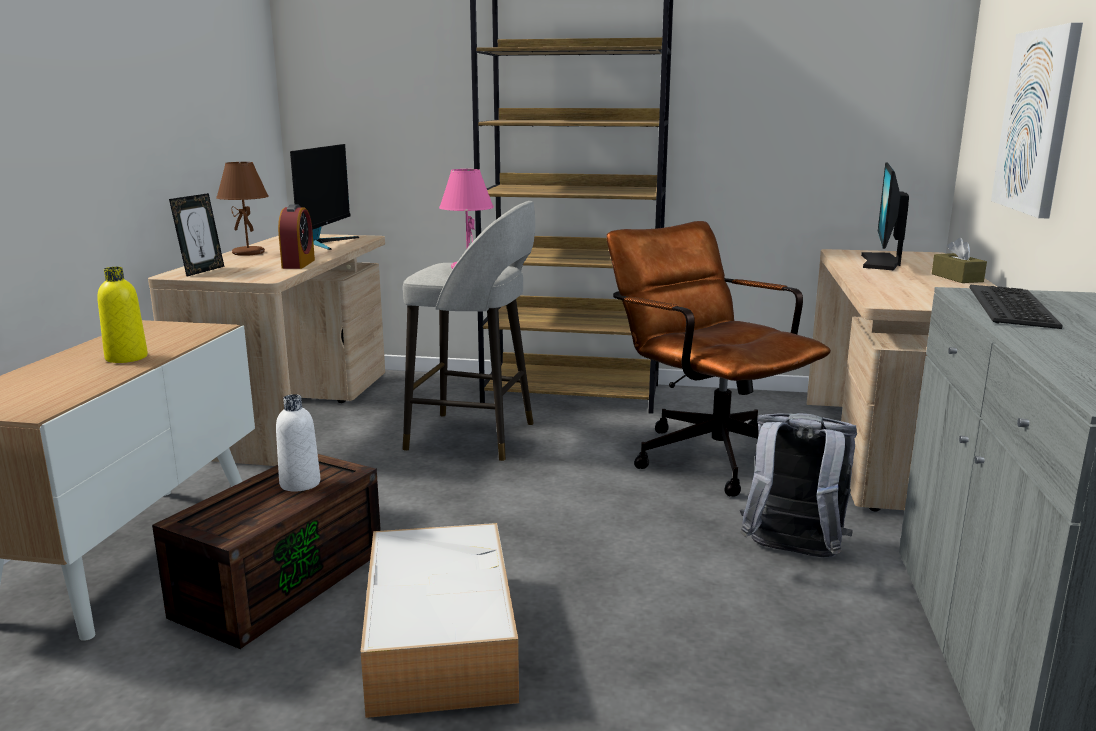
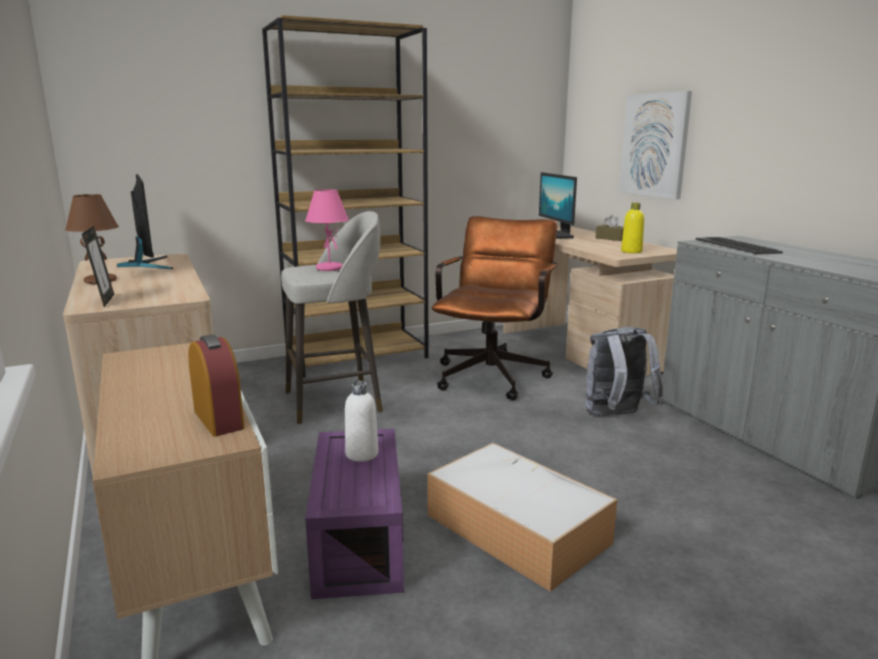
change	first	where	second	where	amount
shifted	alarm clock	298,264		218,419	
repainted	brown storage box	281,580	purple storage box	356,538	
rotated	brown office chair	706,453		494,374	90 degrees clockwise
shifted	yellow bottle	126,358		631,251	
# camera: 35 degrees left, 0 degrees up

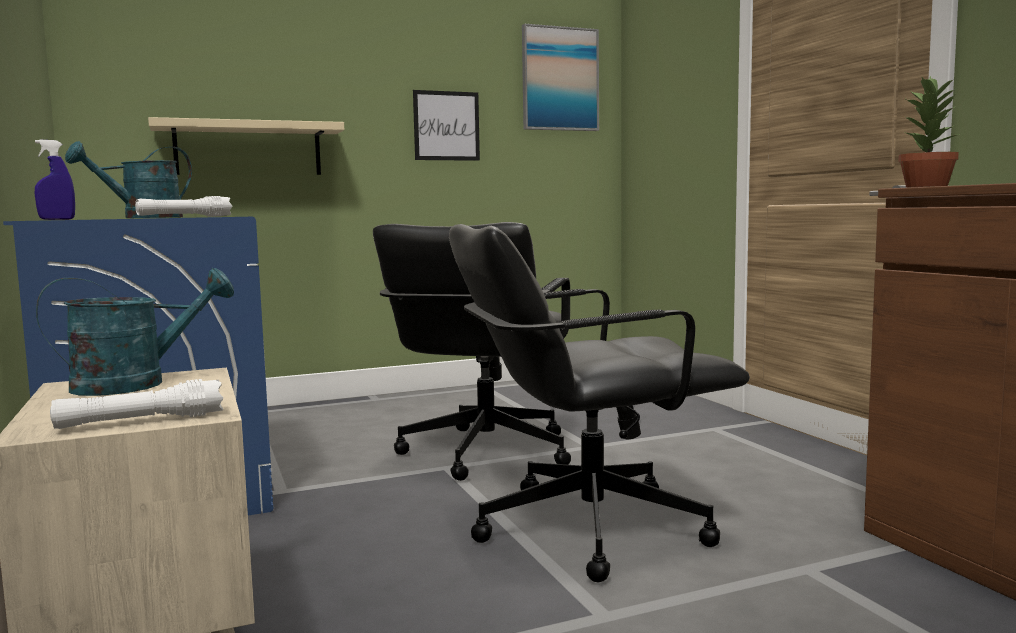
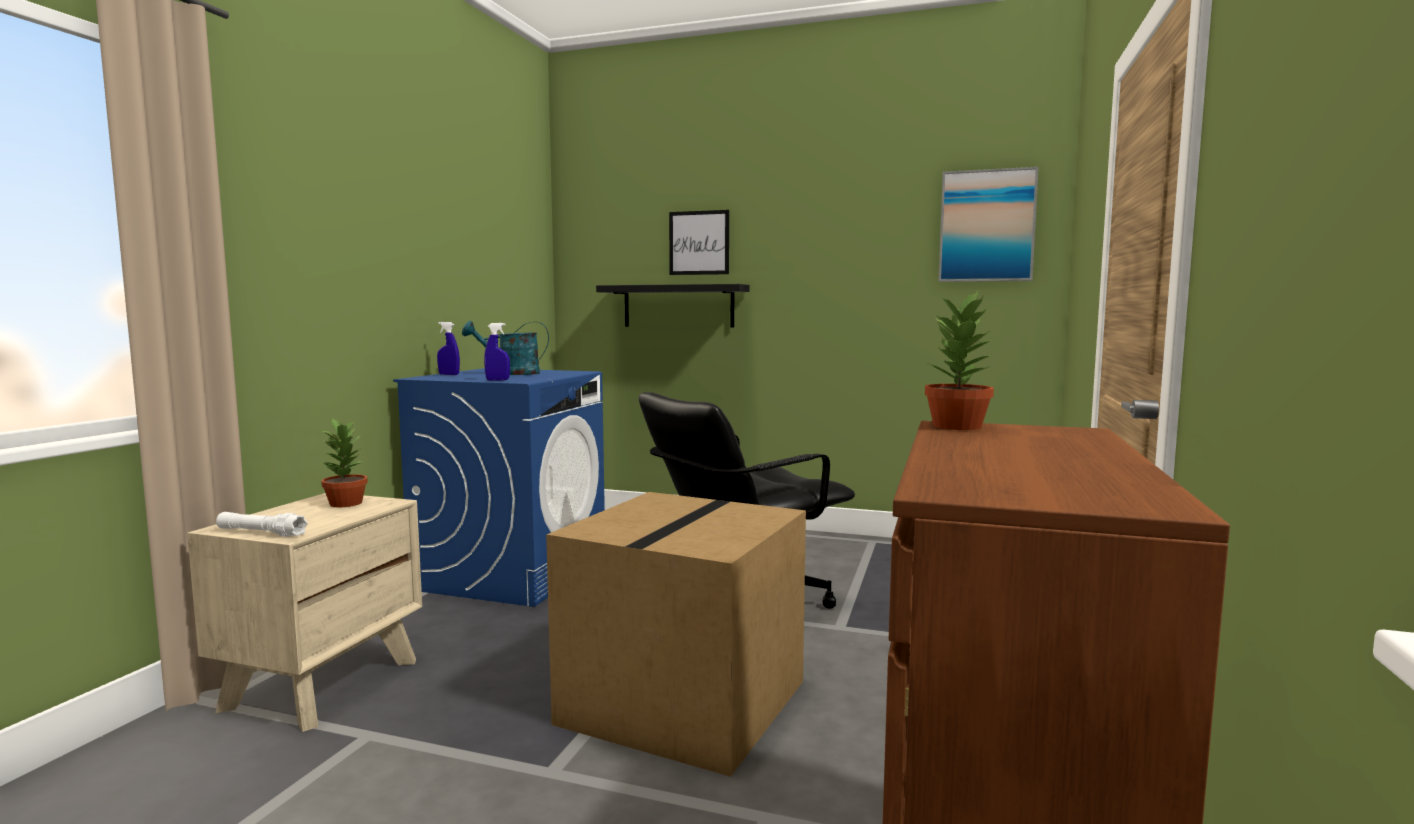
change	first	where	second	where	amount
swapped	turquoise watering can	136,383	potted plant	346,503	
swapped	white flashlight	185,217	blue spray bottle	497,380	
swapped	black office chair	588,528	cardboard box	682,700	
repainted	beige shelf	248,149	black shelf	678,306	
shifted	picture	446,126		699,243	
# camera: 40 degrees right, 0 degrees up

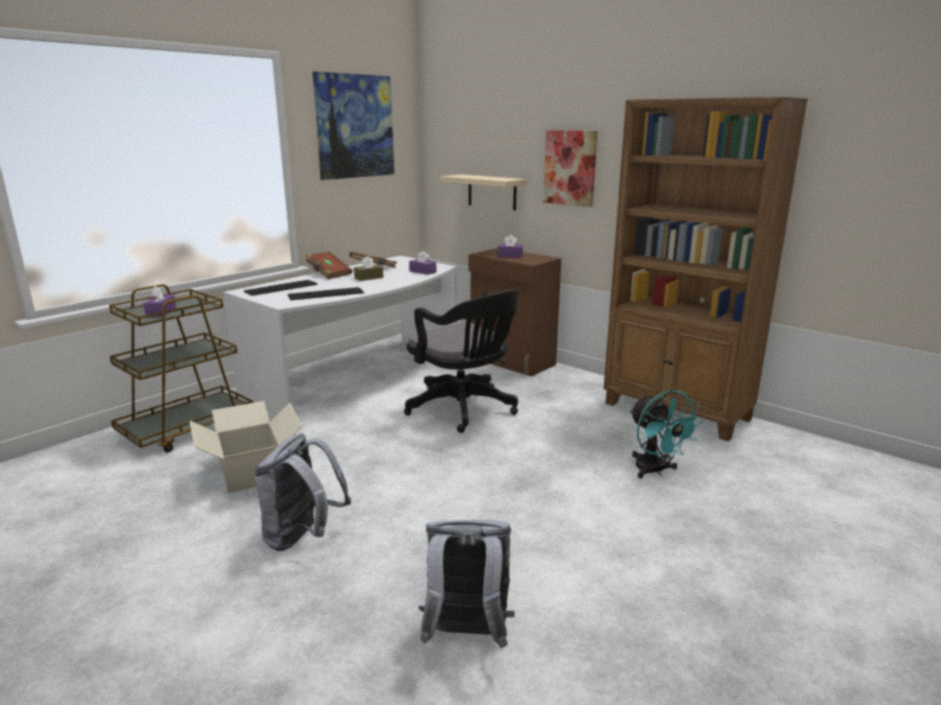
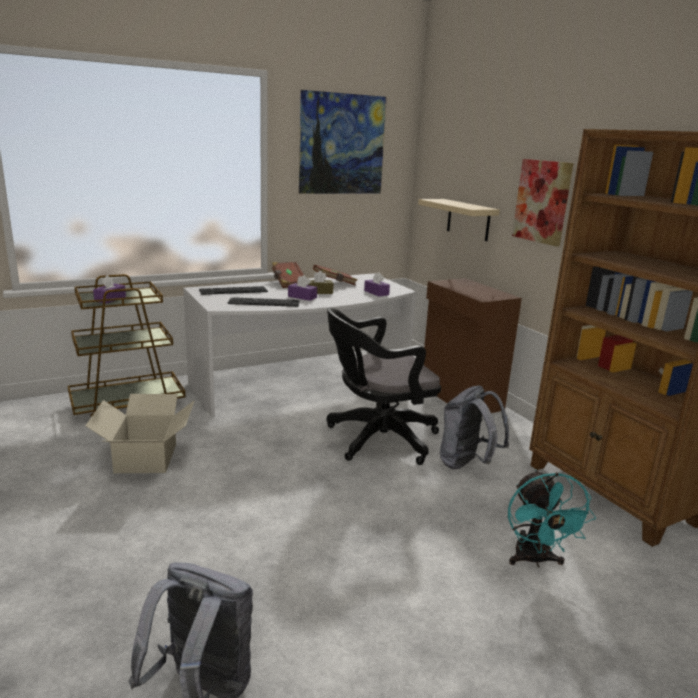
change	first	where	second	where	amount
shifted	purple tissue box	510,256		302,297	
rotated	black office chair	465,409		376,439	90 degrees clockwise
shifted	grey backpack	302,537		467,464	
# camera: 20 degrees right, 0 degrees up

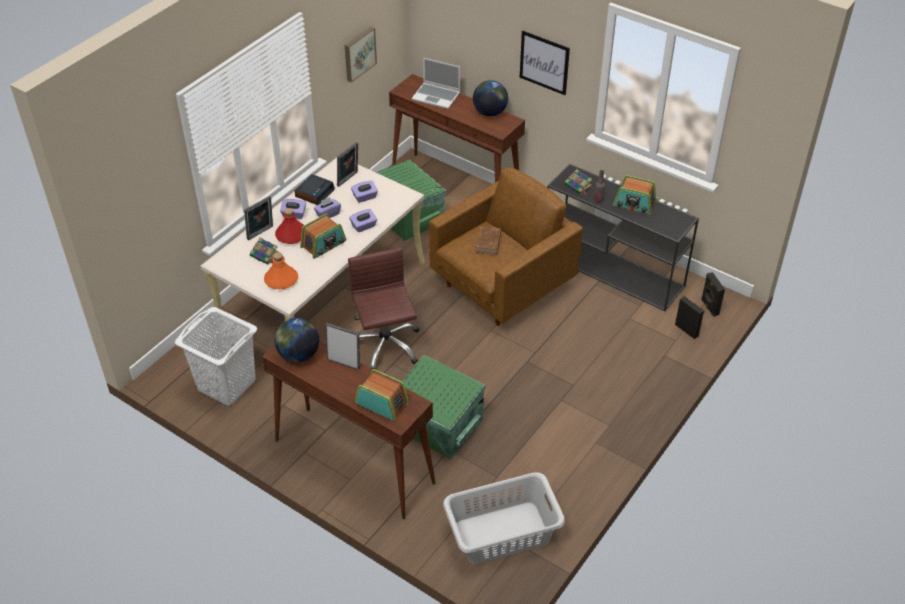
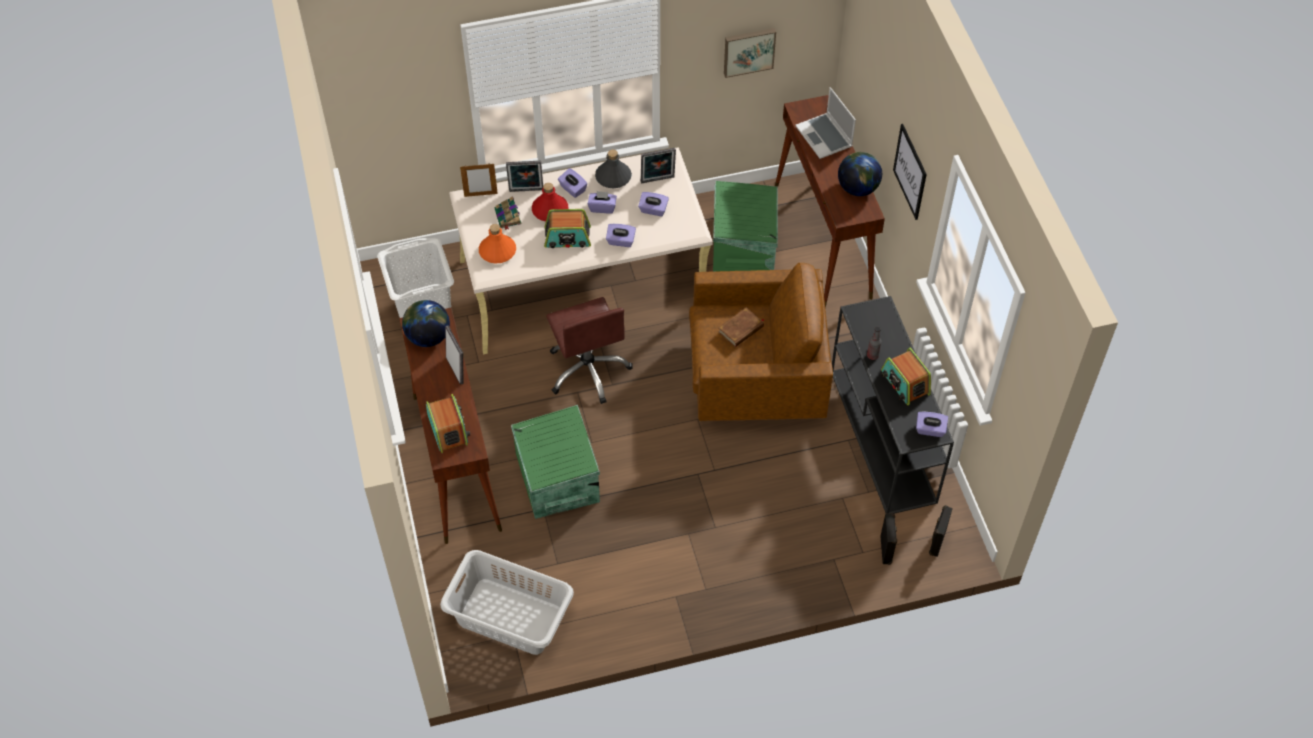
change	first	where	second	where	amount
new			picture frame	481,195	
rotated	brown office chair	385,346		588,370	135 degrees clockwise
swapped	alarm clock	314,193	grey bottle	613,177	
new			purple tissue box	930,430	
gone	book	579,186			
# camera: 40 degrees right, 10 degrees up

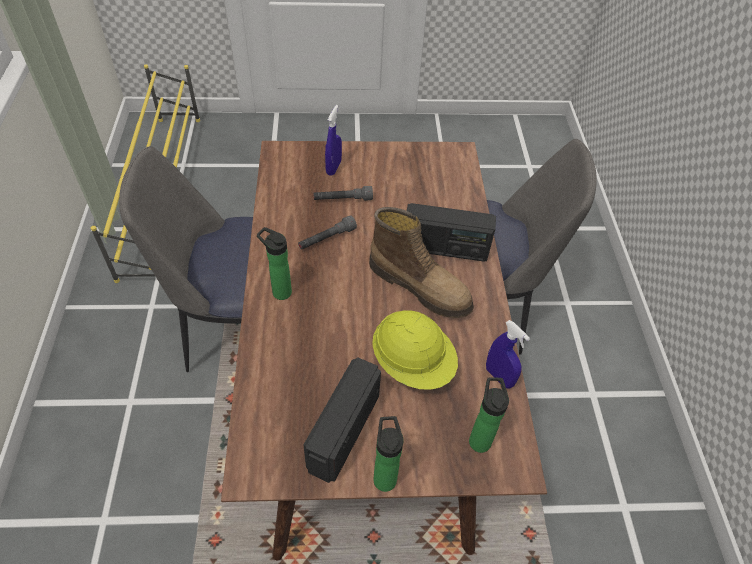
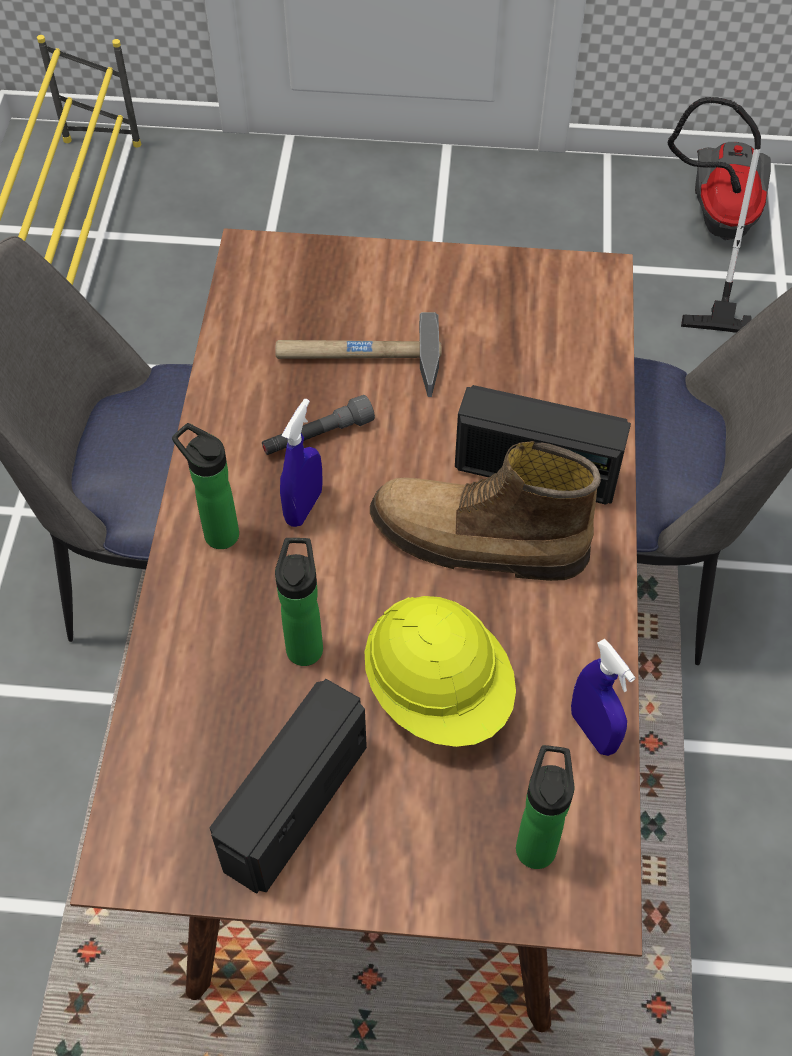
change	first	where	second	where	amount
swapped	grey flashlight	343,199	hammer	358,359	
shifted	bottle	384,476		305,644	
shifted	blue spray bottle	333,168		304,507	
rotated	boot	420,286		477,543	150 degrees clockwise
new			vacuum cleaner	715,234	
# camera: 10 degrees right, 5 degrees up

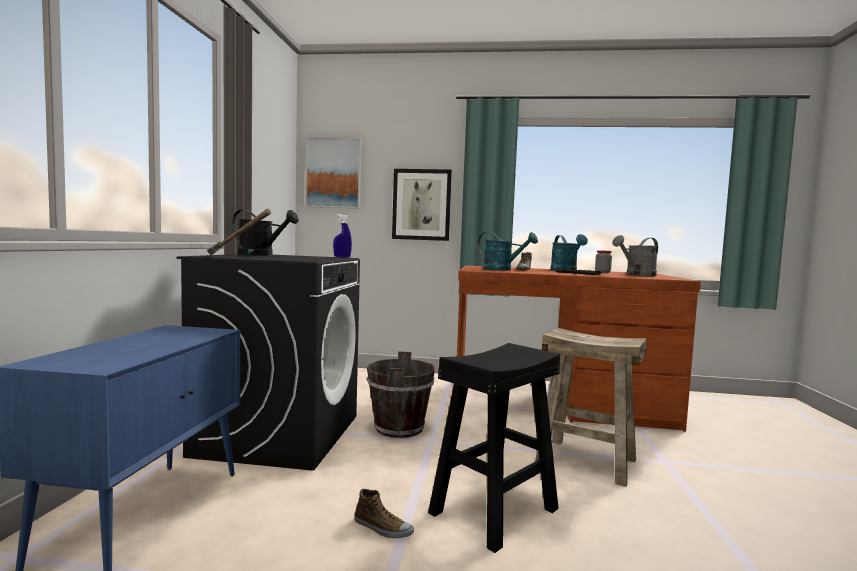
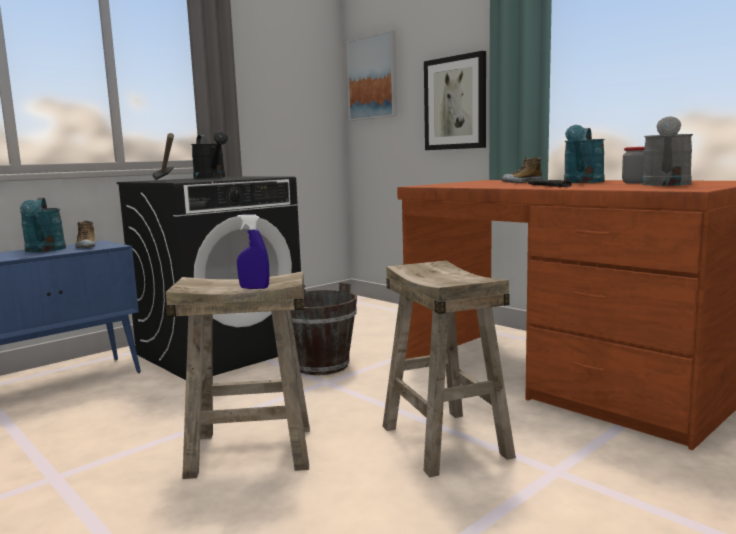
change	first	where	second	where	amount
shifted	turquoise watering can	502,270		44,250	
shifted	shoe	382,528		86,246	
repainted	black stool	493,510	beige stool	251,450	
shifted	blue spray bottle	342,257		254,288	
rotated	grey watering can	637,275		666,185	75 degrees counterclockwise
# camera: 40 degrees right, 5 degrees up

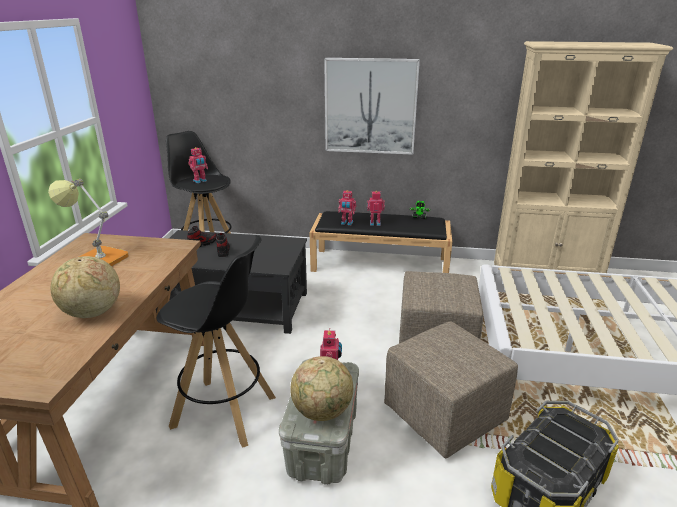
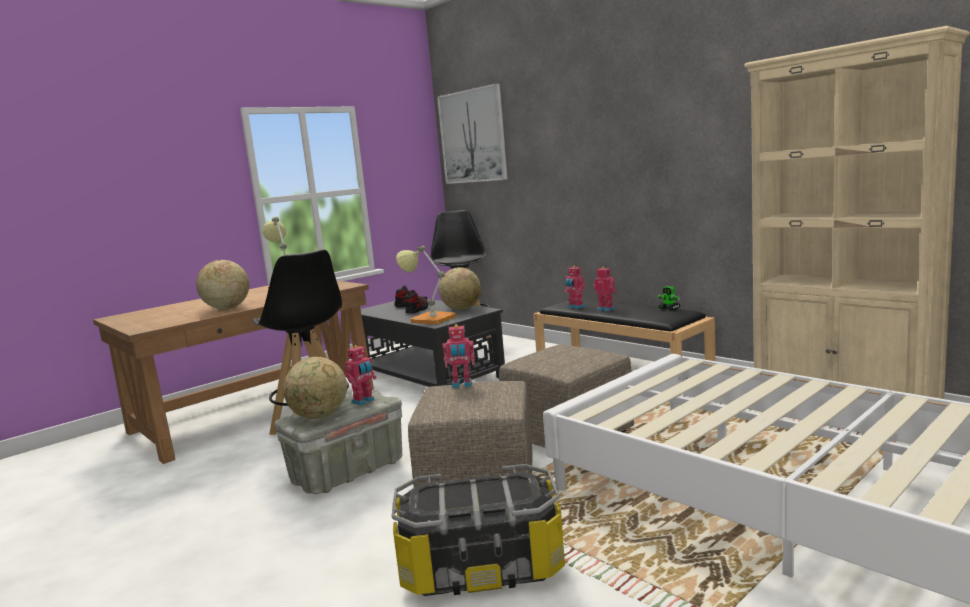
change	first	where	second	where	amount
new			table lamp	428,319	
shifted	picture	370,106		472,136	
new			globe	462,309	
shifted	toy robot	200,181		462,385	
# camera: 40 degrees right, 15 degrees down

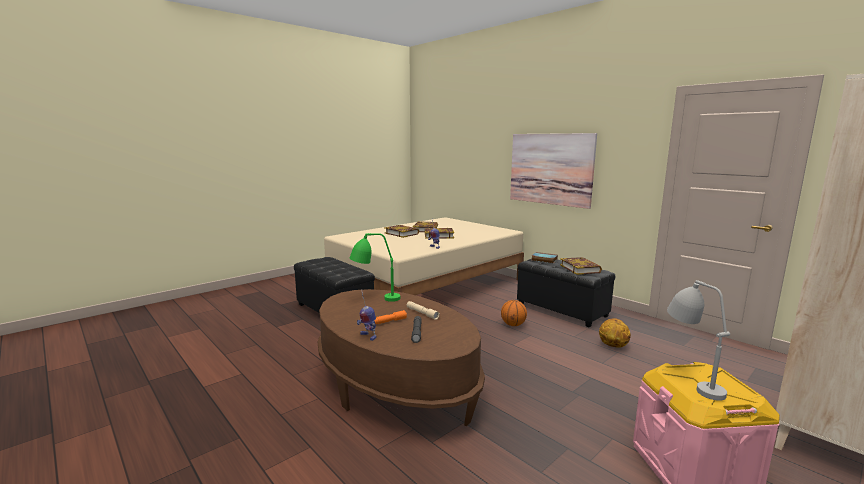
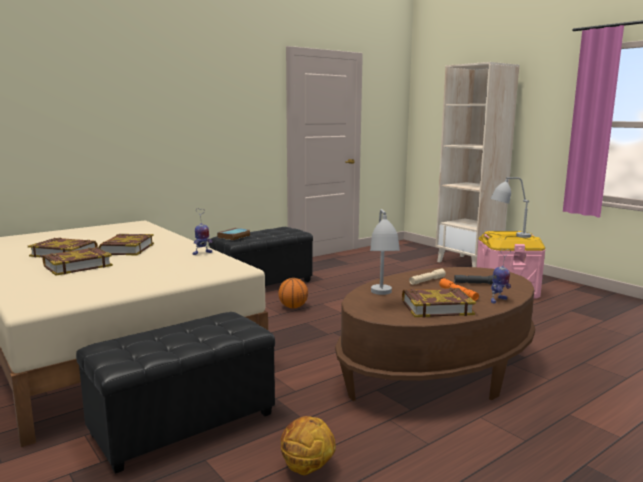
change	first	where	second	where	amount
shifted	basketball	612,345		306,468	
repainted	green table lamp	374,298	grey table lamp	382,299	
shifted	book	580,269		436,307	
gone	picture	550,169			
# camera: 85 degrees left, 0 degrees up

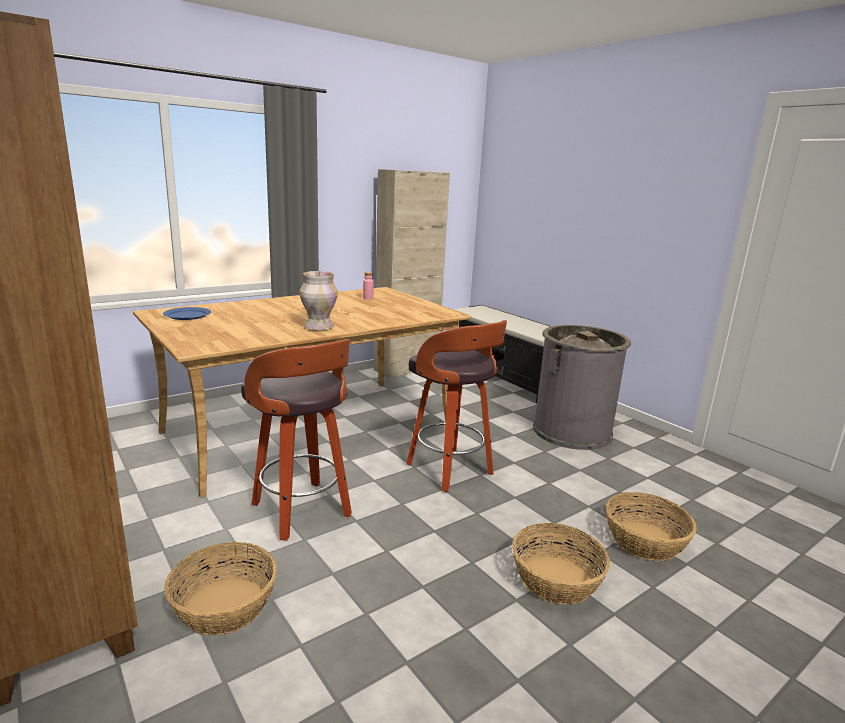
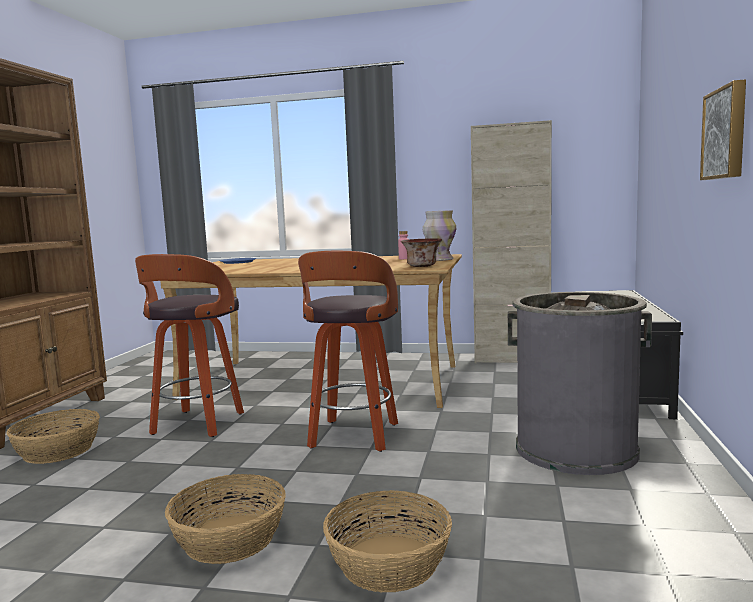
change	first	where	second	where	amount
new			bowl	422,266	
shifted	vase	318,327		439,260	
new			picture	726,133	
# camera: 50 degrees right, 10 degrees down

